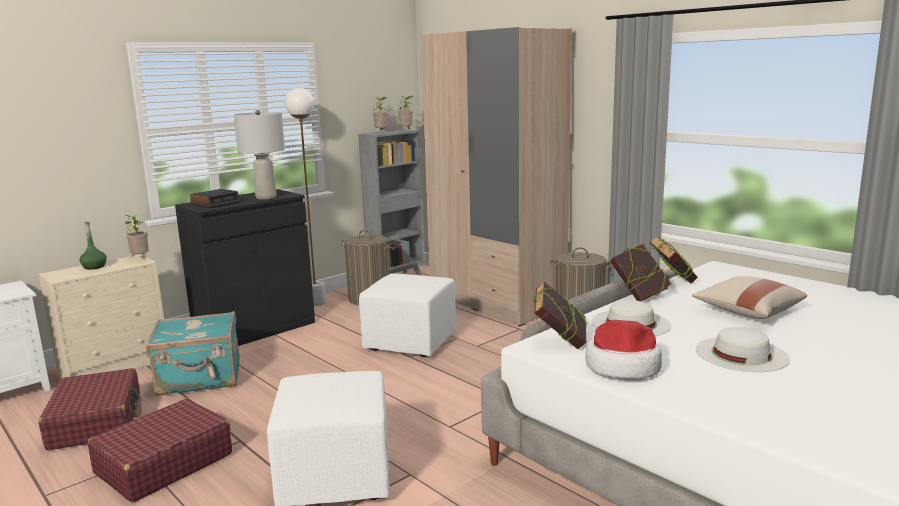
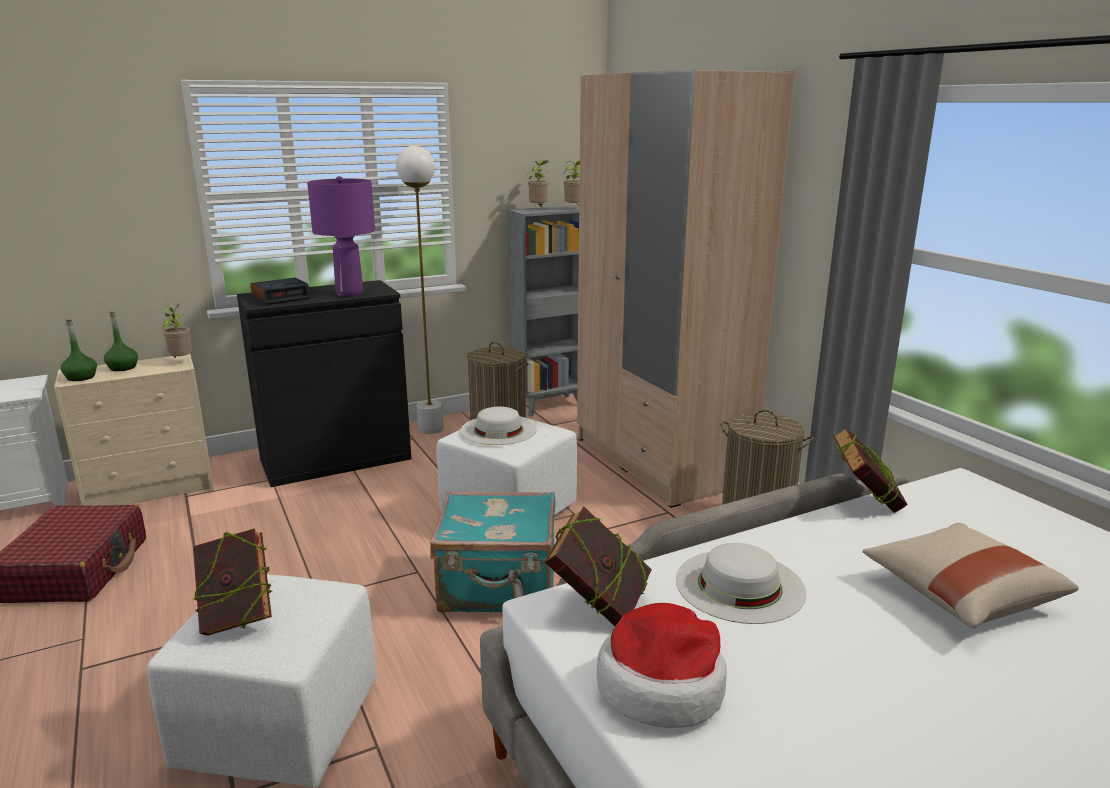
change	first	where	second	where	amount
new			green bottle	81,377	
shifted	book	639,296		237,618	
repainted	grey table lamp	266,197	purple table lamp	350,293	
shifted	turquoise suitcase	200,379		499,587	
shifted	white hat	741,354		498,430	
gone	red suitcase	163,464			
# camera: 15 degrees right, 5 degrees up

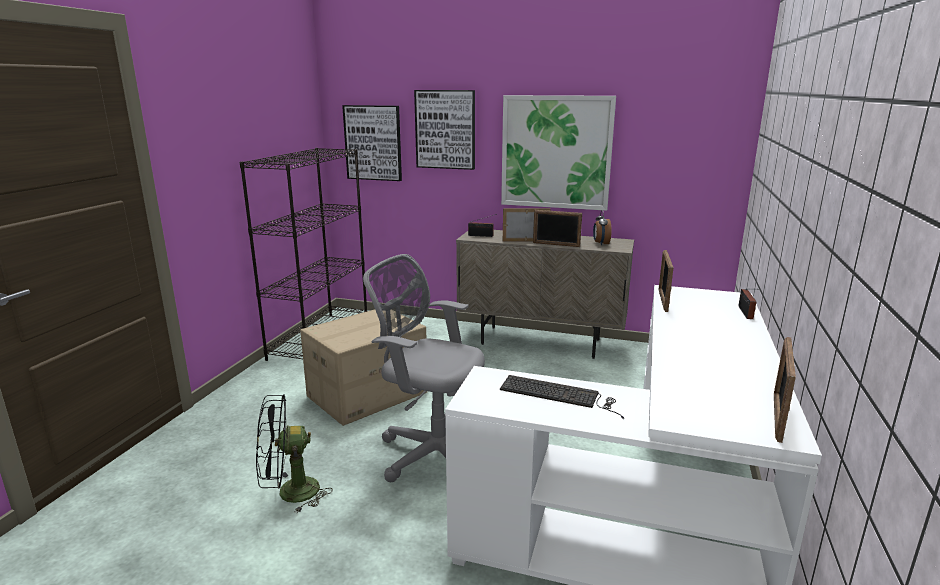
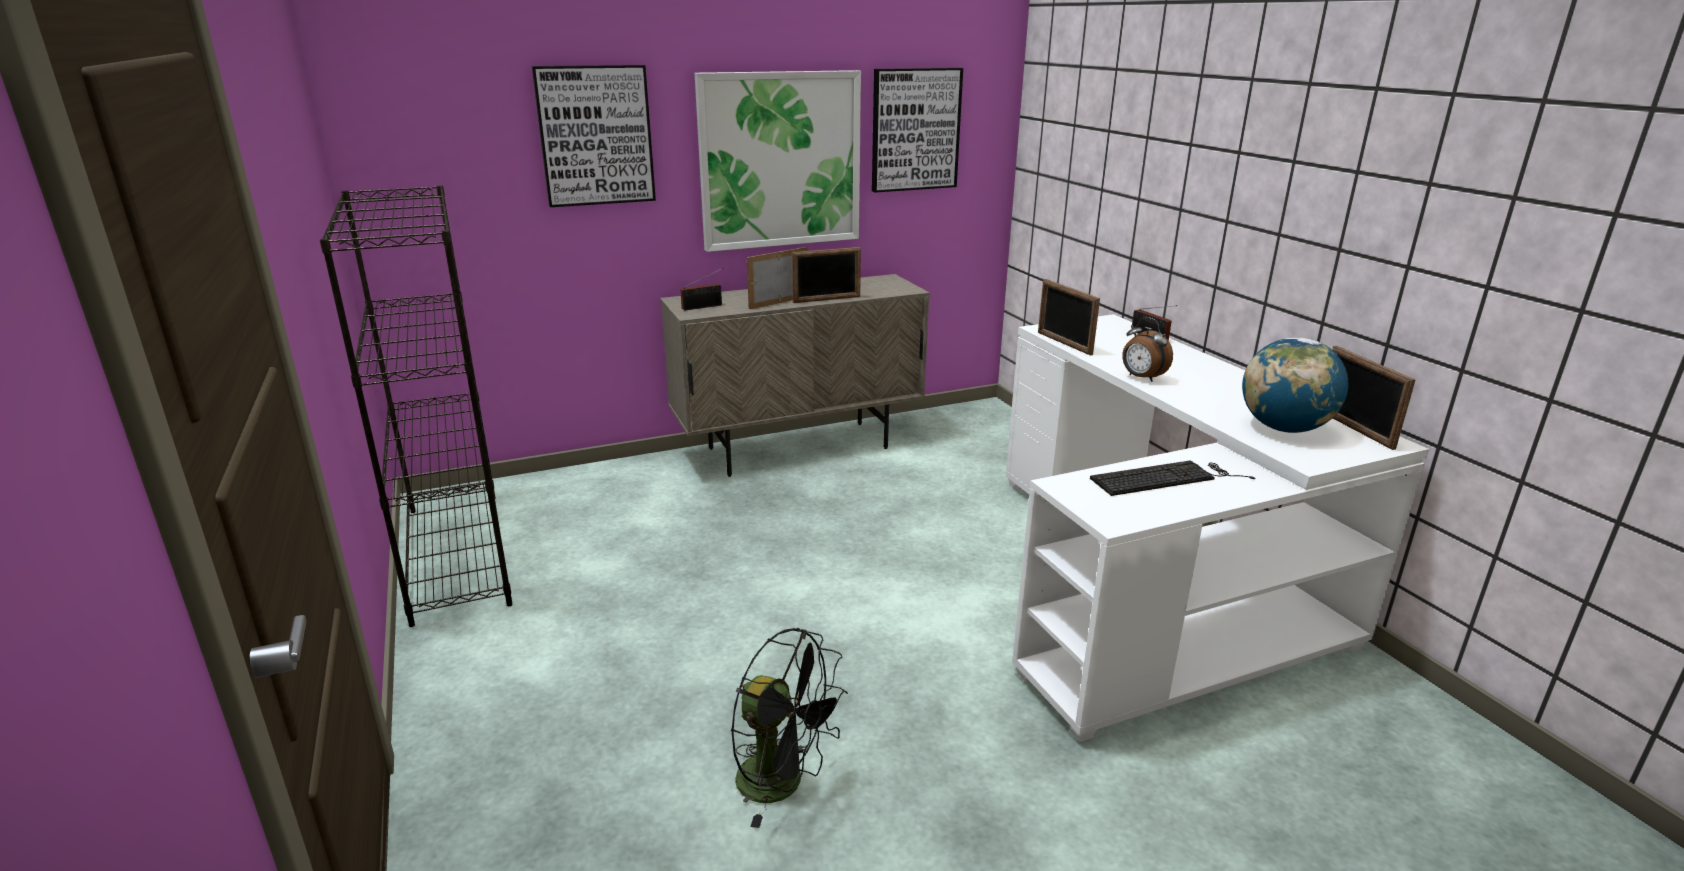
change	first	where	second	where	amount
rotated	black fan	289,493		783,784	90 degrees counterclockwise
shifted	picture	373,143		915,129	
shifted	alarm clock	600,244		1141,378	
new			globe	1284,428	
gone	cardboard box	367,394			
gone	grey office chair	433,454			
# camera: 40 degrees left, 5 degrees up

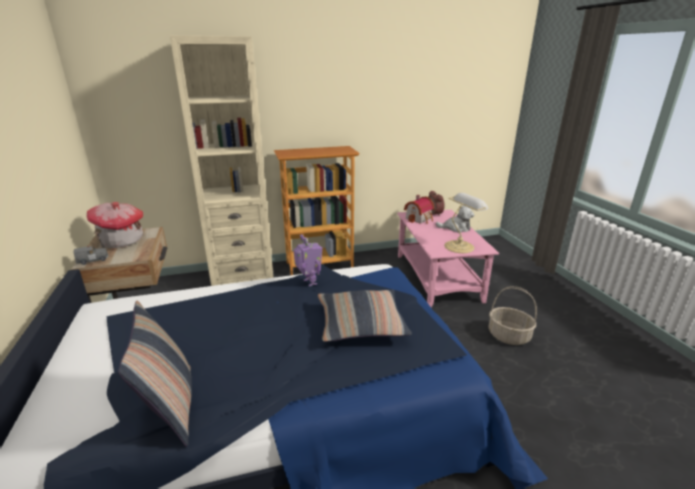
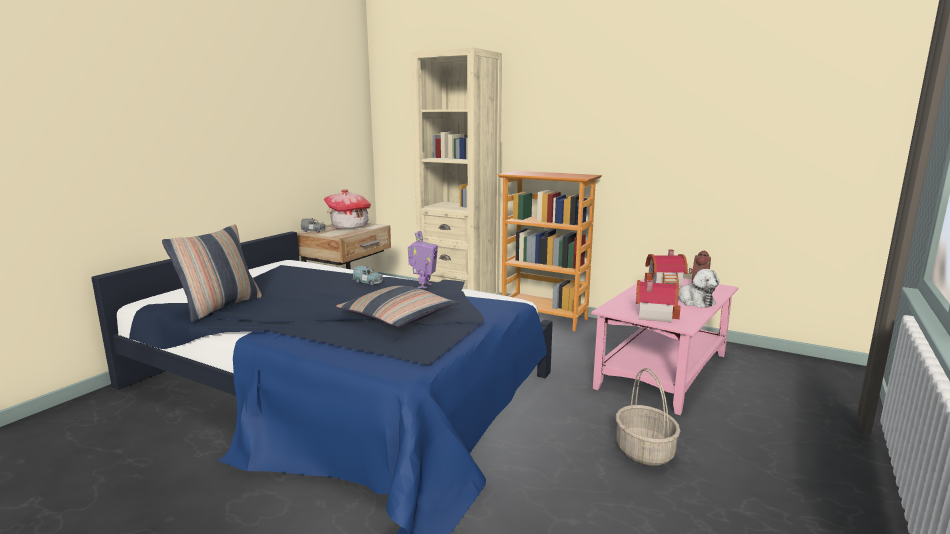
change	first	where	second	where	amount
new			blue toy car	368,282	
swapped	table lamp	460,246	toy house	653,314	
# camera: 45 degrees right, 10 degrees down

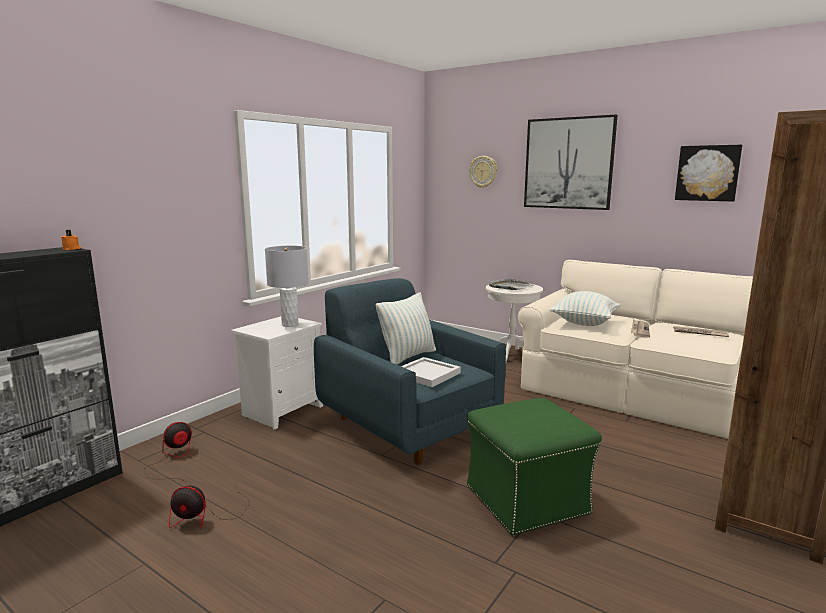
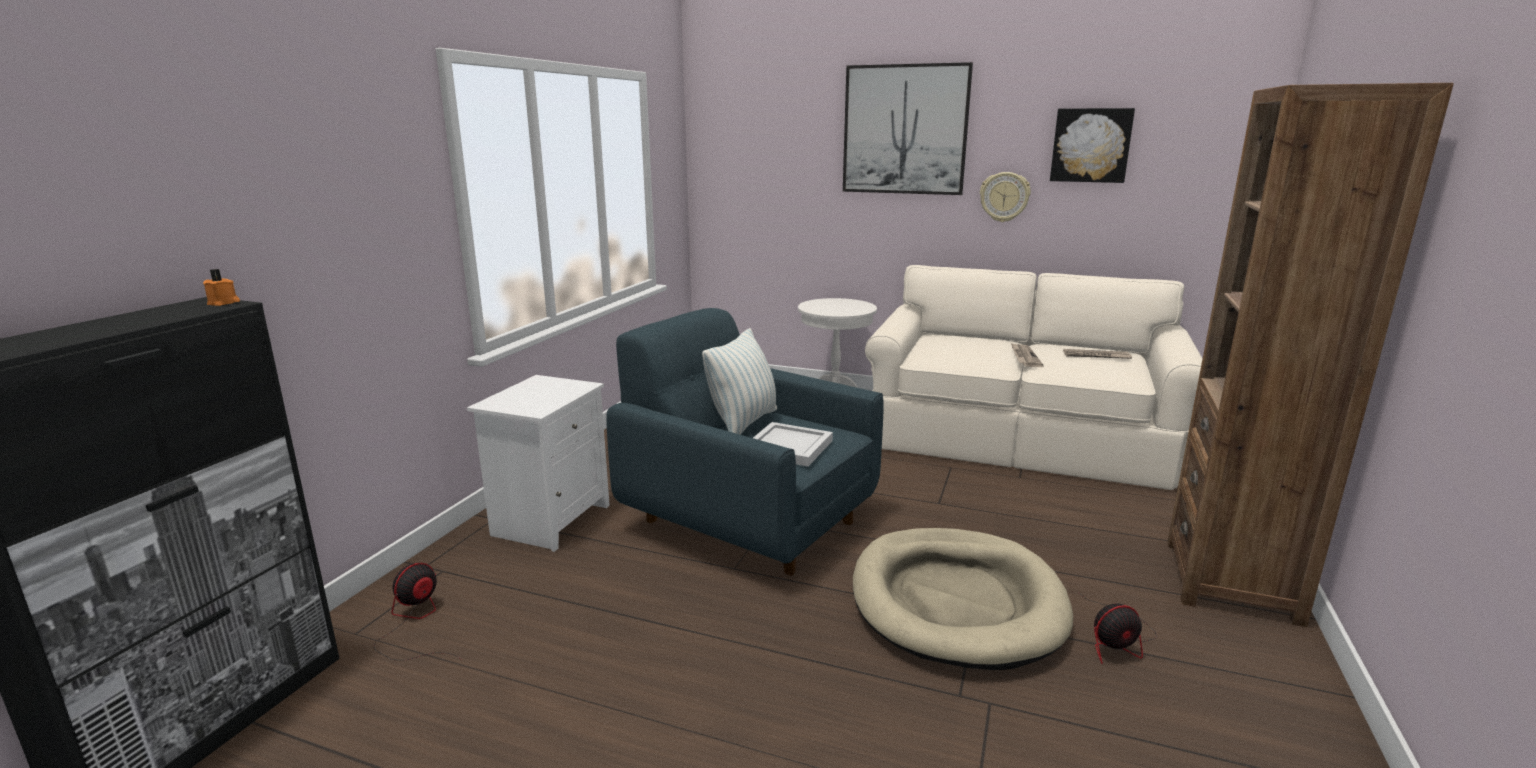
change	first	where	second	where	amount
swapped	green ottoman	528,499	beige dog bed	956,602	
shifted	wall clock	483,172		1004,197	
shifted	fan	207,515		1116,640	
gone	grey table lamp	290,324			
gone	grey tray	510,287			
gone	pillow	584,323			
# camera: 15 degrees left, 5 degrees up

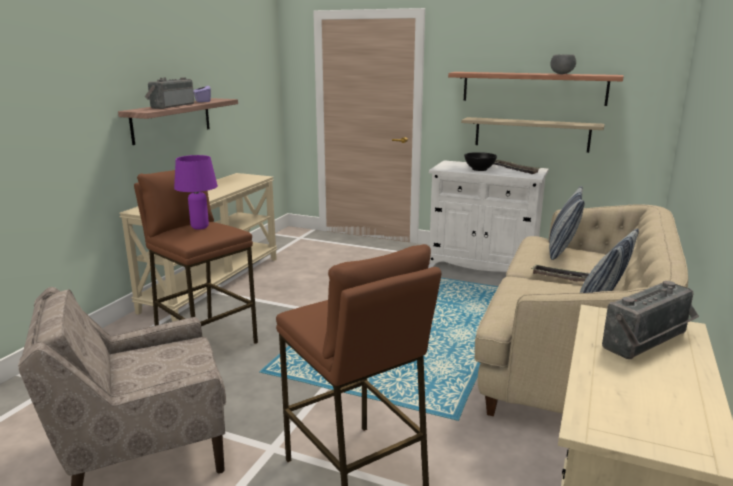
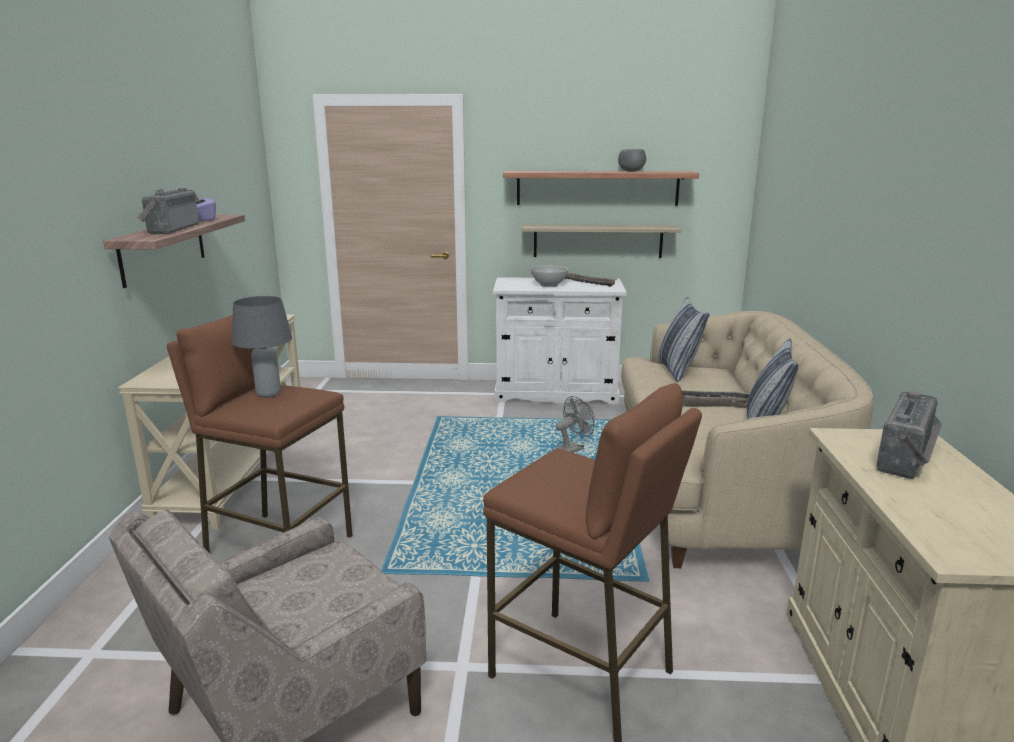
change	first	where	second	where	amount
repainted	purple table lamp	199,227	grey table lamp	268,394	
repainted	black bowl	479,169	white bowl	549,285	
new			grey fan	573,449	
# camera: 20 degrees left, 0 degrees up

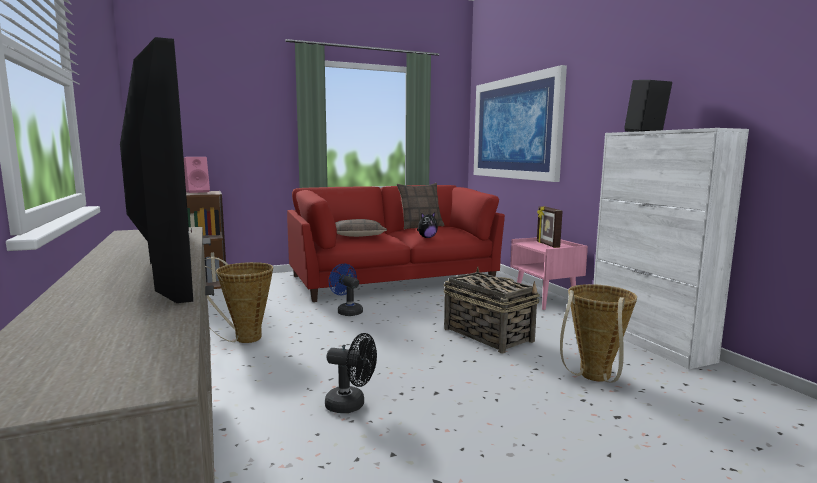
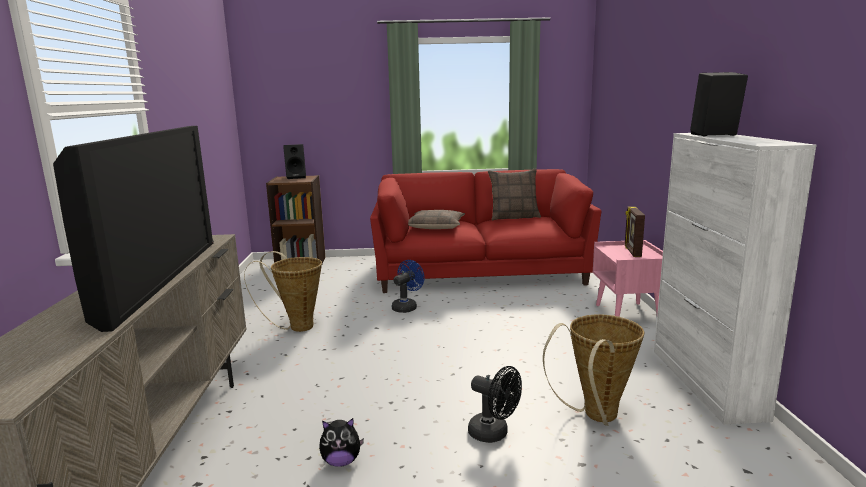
change	first	where	second	where	amount
repainted	pink speaker	197,192	black speaker	296,177	
shifted	plush toy	427,237		341,461	
rotated	blue fan	347,311		407,307	60 degrees clockwise
shifted	black fan	351,405		494,434	
gone	basket	487,334			
gone	picture	515,128			
# camera: 20 degrees right, 5 degrees up

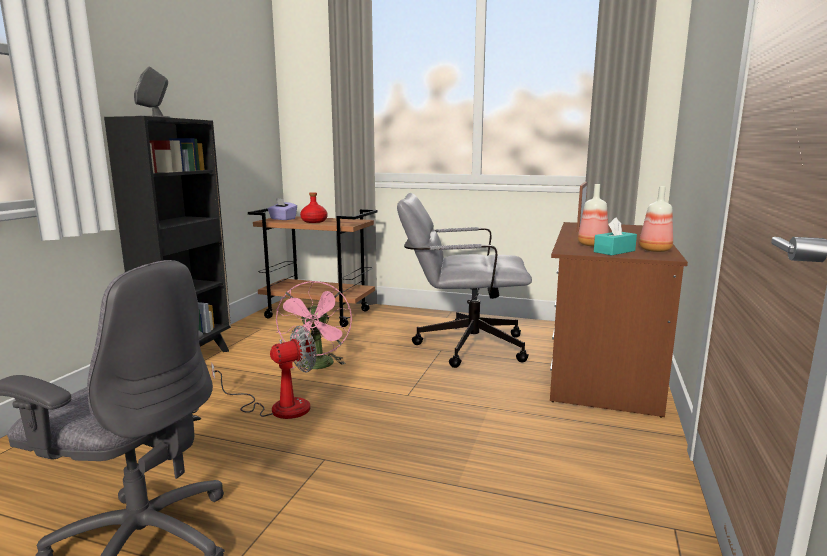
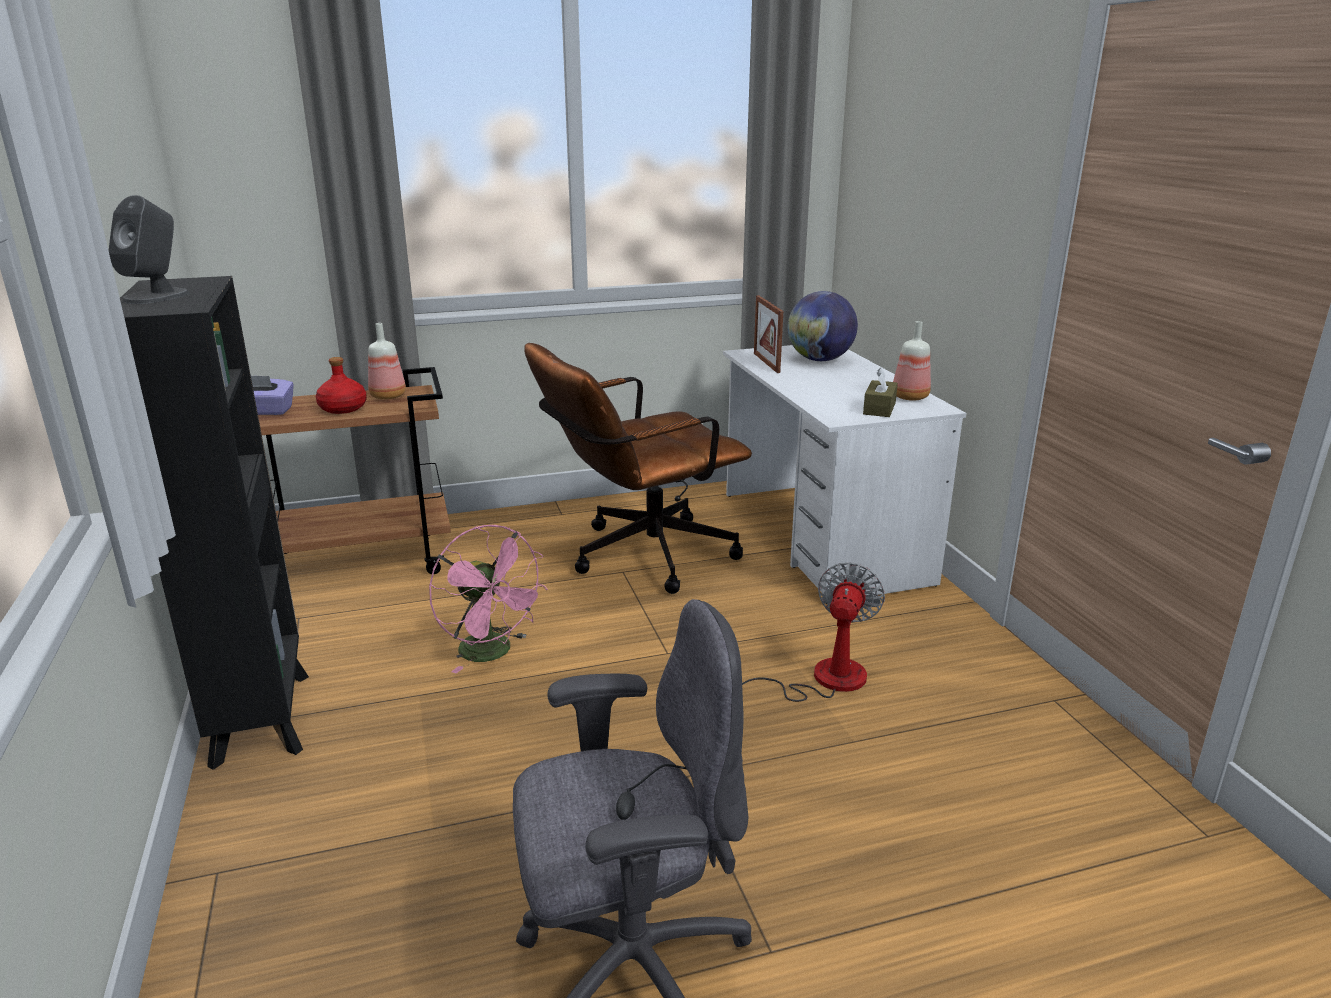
change	first	where	second	where	amount
shifted	bottle	593,245		389,396	
repainted	grey office chair	461,346	brown office chair	639,557	
repainted	brown desk	602,365	white desk	822,537	
shifted	fan	278,407		821,679	
new			globe	820,360	
repainted	turquoise tissue box	614,251	brown tissue box	879,408	
# camera: 35 degrees left, 10 degrees up

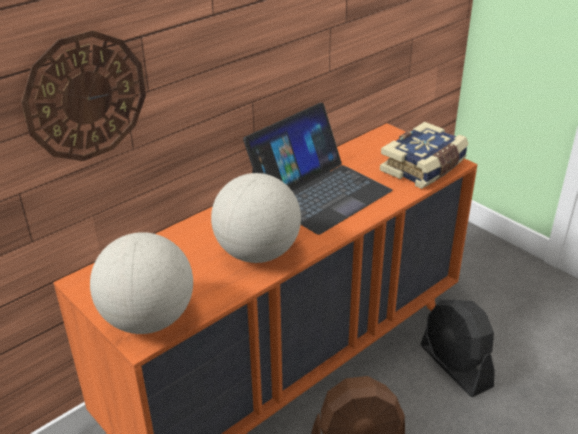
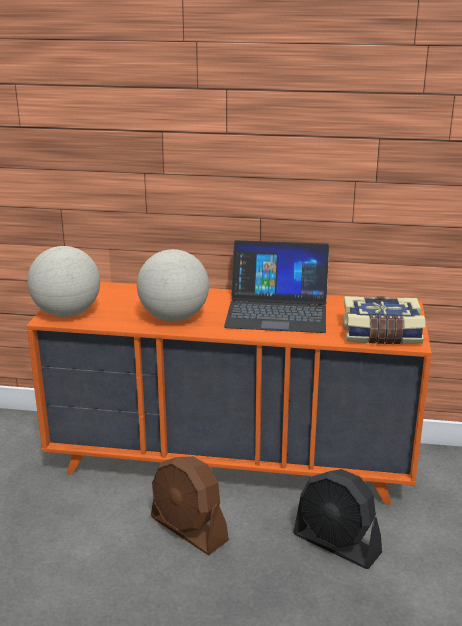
change	first	where	second	where	amount
rotated	black fan	455,366		337,544	75 degrees counterclockwise
gone	wall clock	85,97			
# camera: 50 degrees right, 10 degrees down

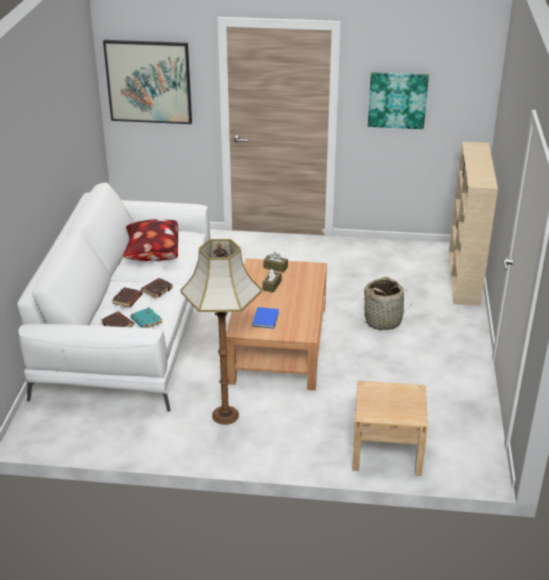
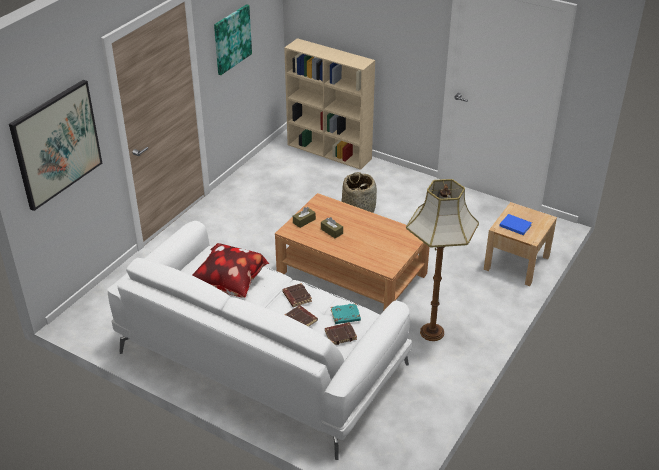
change	first	where	second	where	amount
shifted	blue book	266,318		515,225	
# camera: 65 degrees left, 5 degrees up

